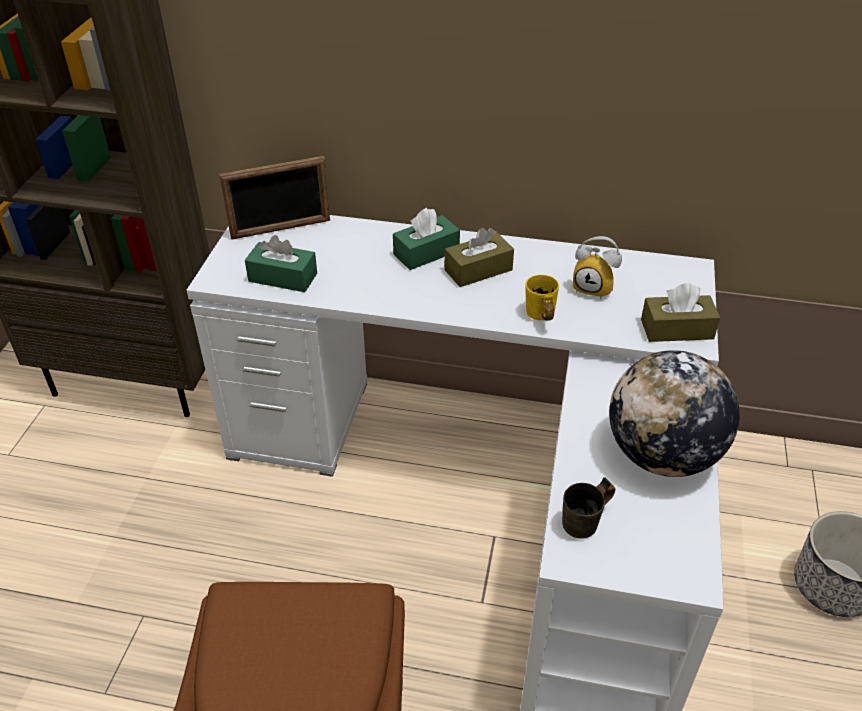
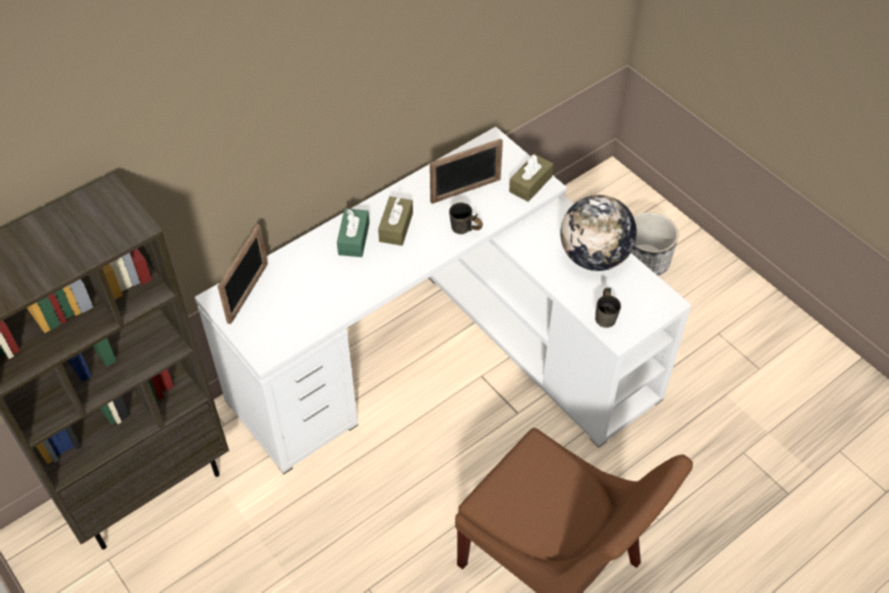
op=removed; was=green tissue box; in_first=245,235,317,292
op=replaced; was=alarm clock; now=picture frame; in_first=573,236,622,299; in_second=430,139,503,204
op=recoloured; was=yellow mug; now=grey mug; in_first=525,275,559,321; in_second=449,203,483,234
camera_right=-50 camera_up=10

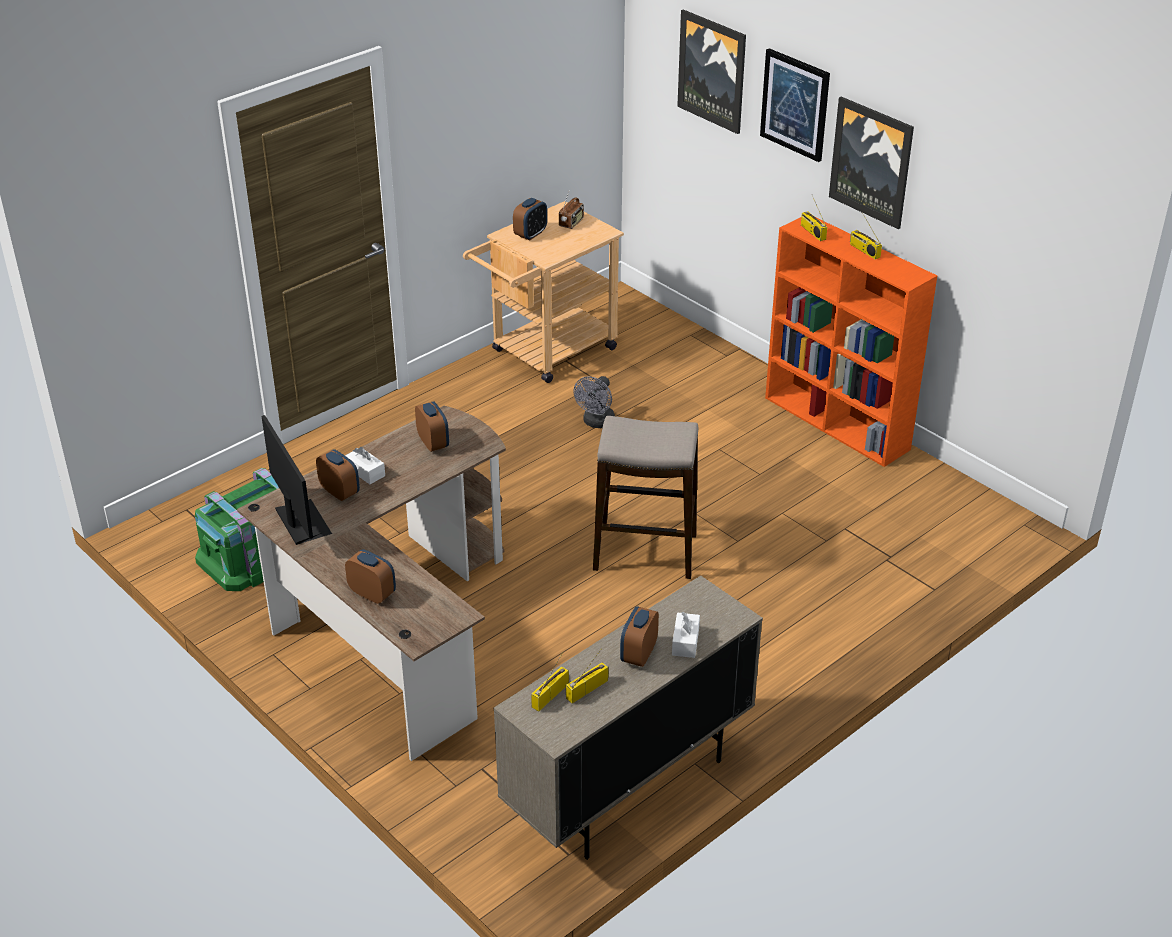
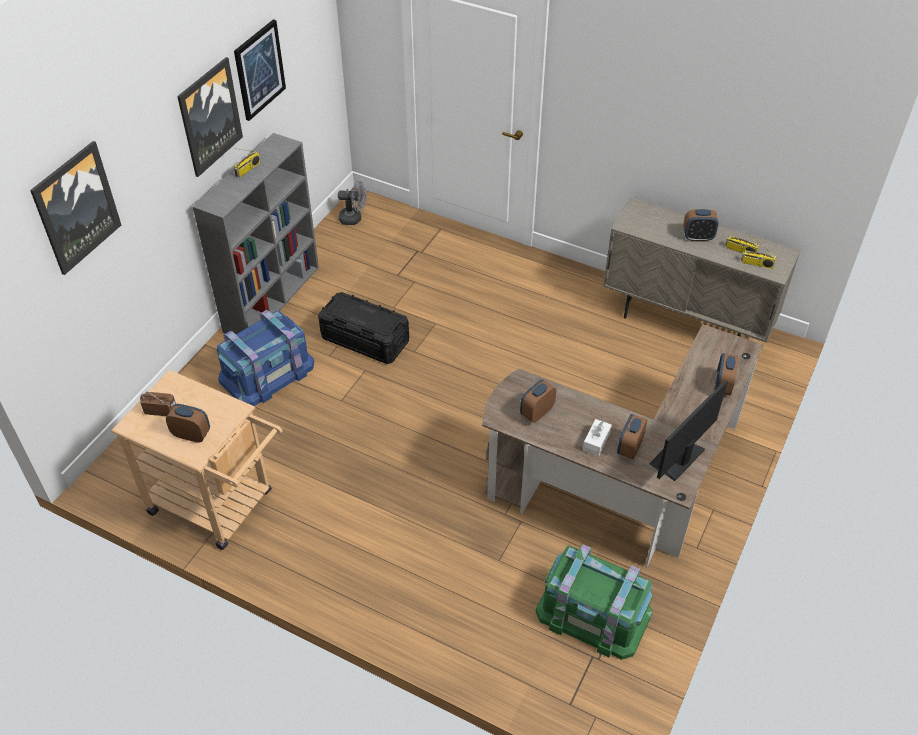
op=removed; was=stool; in_first=593,416,699,579
op=removed; was=white tissue box; in_first=672,612,700,658
op=removed; was=radio; in_first=801,195,827,241
op=added; now=blue storage box; in_second=217,310,314,406
op=added; now=black storage box; in_second=318,292,409,364
op=moved; was=grey fan; in_first=573,376,615,428; in_second=338,181,367,225
op=moved; was=picture; in_first=760,48,830,162; in_second=234,19,286,121
op=recoloured; was=orange bookcase; now=grey bookcase; in_first=765,217,937,467; in_second=193,133,319,334
camera_right=-110 camera_up=10

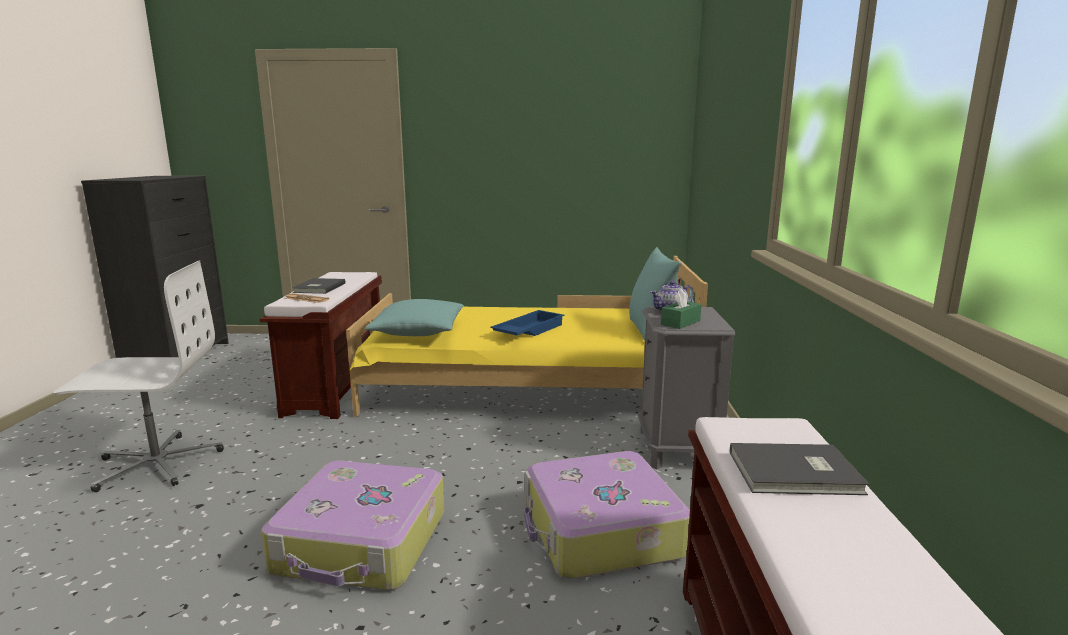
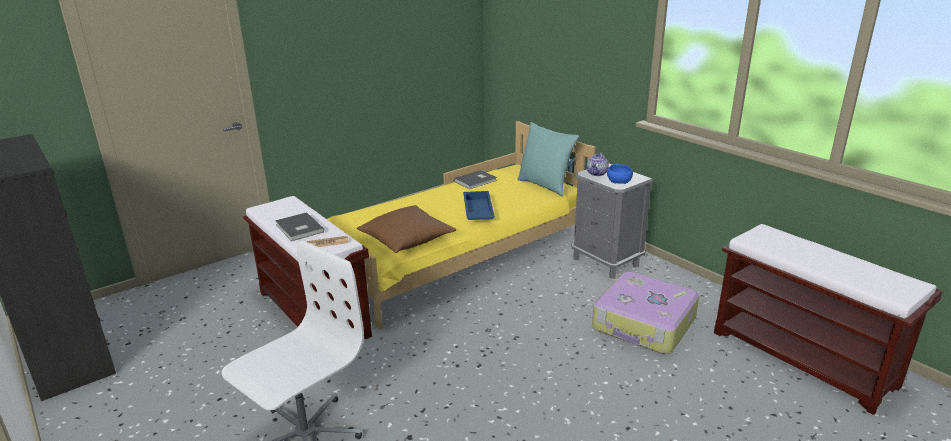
op=removed; was=suitcase; in_first=262,461,445,590
op=moved; was=grey book; in_first=730,443,870,495; in_second=454,170,497,189
op=replaced; was=green tissue box; now=blue bowl; in_first=661,289,701,329; in_second=607,164,633,184
op=recoloured; was=turquoise pillow; now=brown pillow; in_first=365,299,464,336; in_second=357,205,456,253
camera_right=-40 camera_up=10

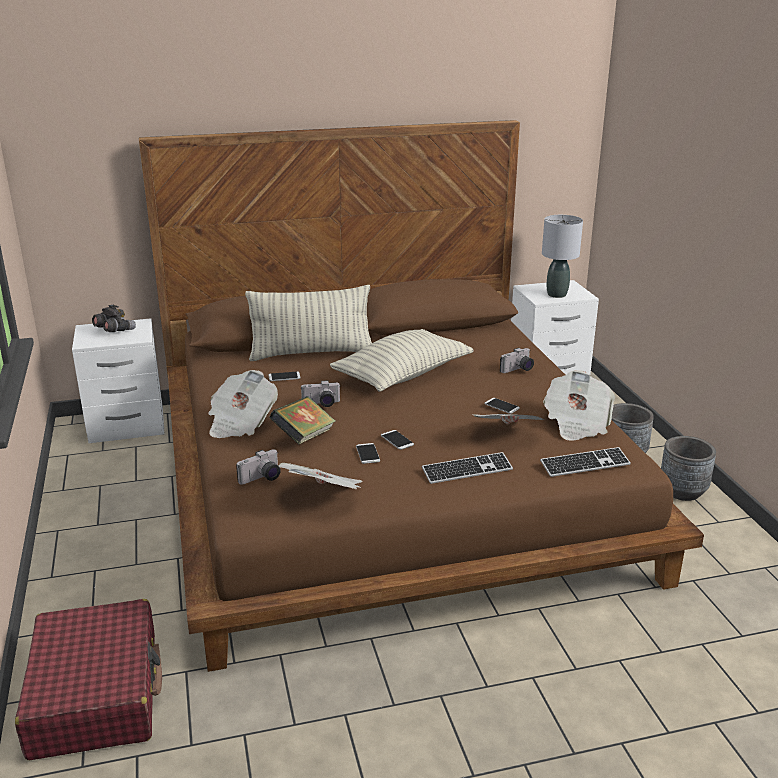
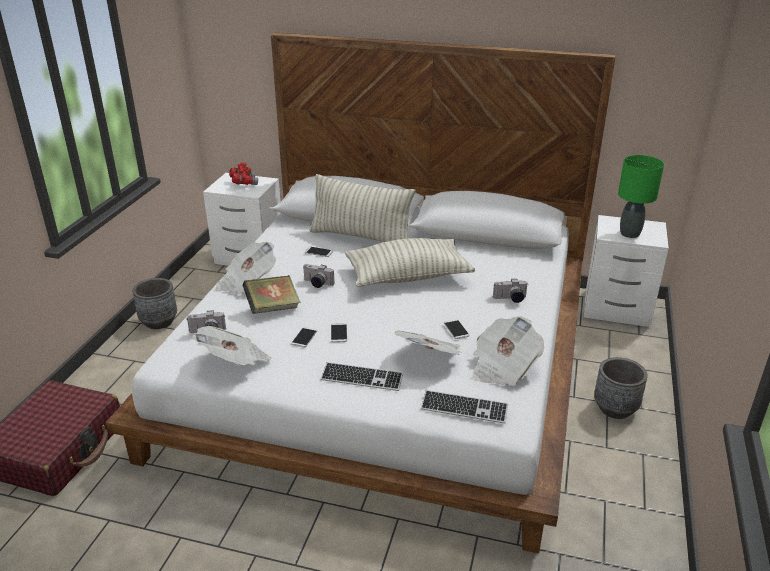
op=moved; was=grey planter; in_first=661,436,716,501; in_second=132,278,177,329
op=recoloured; was=grey binoculars; now=red binoculars; in_first=92,305,136,332; in_second=229,162,258,185
op=recoloured; was=brown bed; now=white bed; in_first=139,120,704,672; in_second=105,33,616,554
op=recoloured; was=grey table lamp; now=green table lamp; in_first=542,215,583,298; in_second=618,155,664,238
camera_right=30 camera_up=5

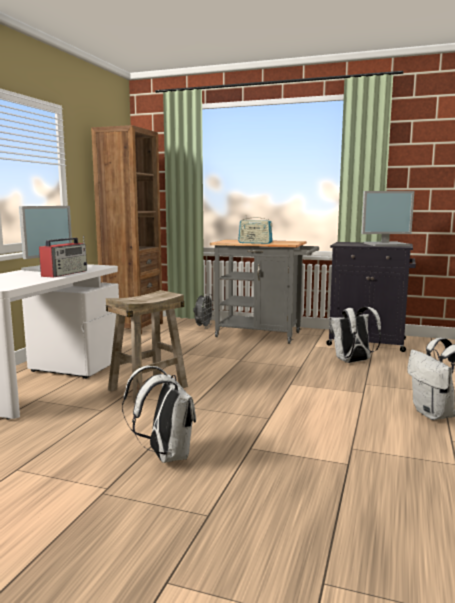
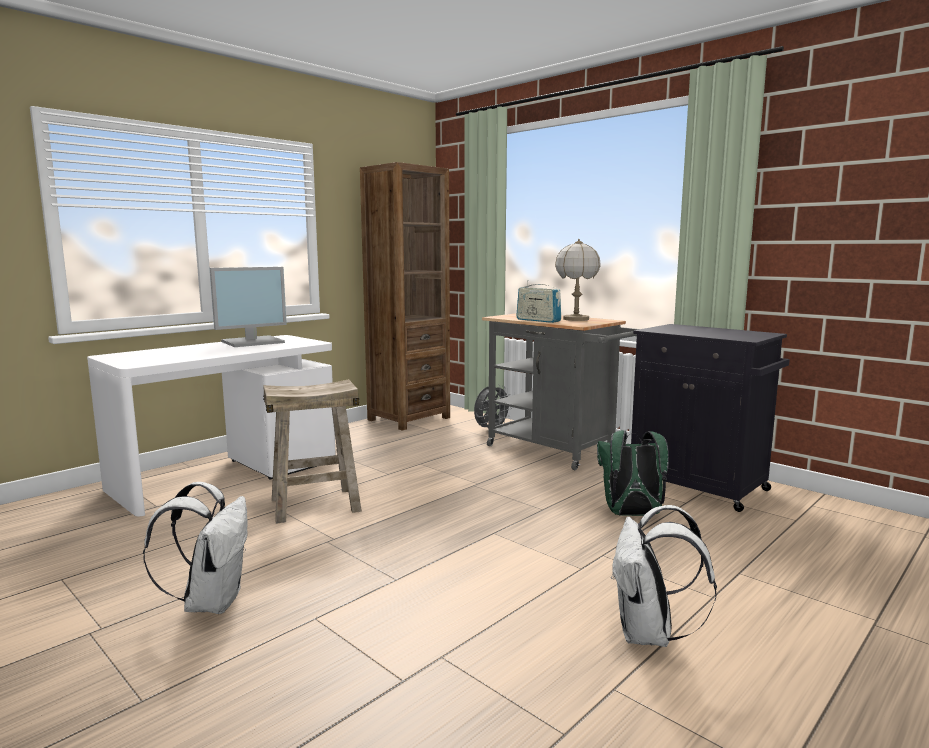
op=removed; was=radio; in_first=39,236,88,278
op=removed; was=monitor; in_first=361,191,414,246
op=added; now=table lamp; in_second=555,239,601,321
op=recoloured; was=white backpack; now=green backpack; in_first=329,307,381,363; in_second=597,430,669,516
camera_right=25 camera_up=0

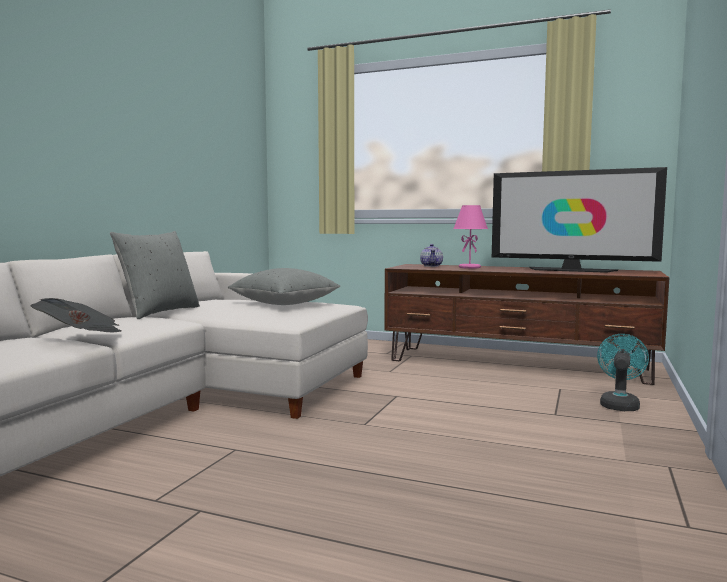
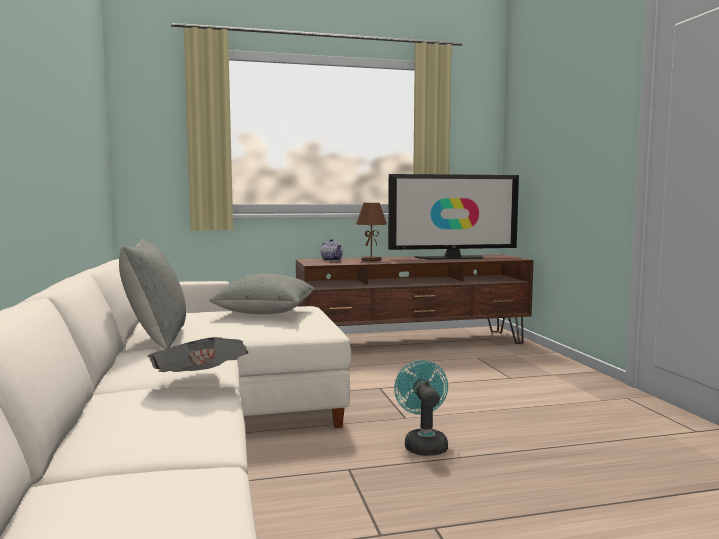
op=moved; was=turquoise fan; in_first=597,334,649,411; in_second=394,360,448,456
op=recoloured; was=pink table lamp; now=brown table lamp; in_first=453,205,488,269; in_second=356,203,387,261
camera_right=-35 camera_up=0

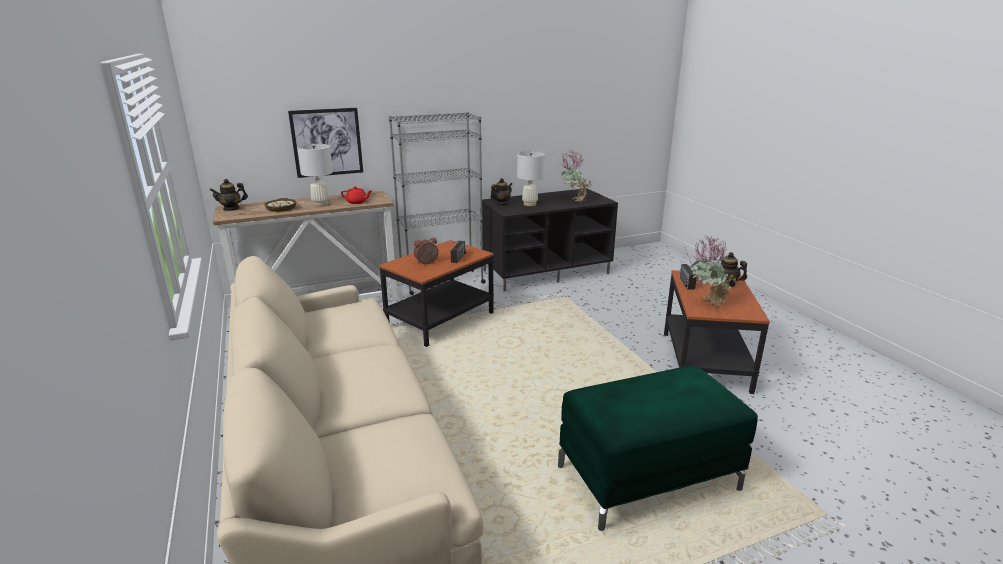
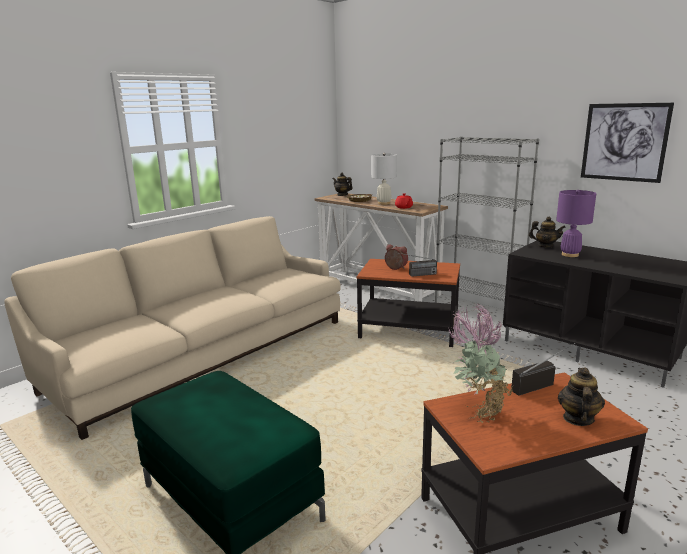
op=removed; was=potted plant; in_first=561,150,592,203
op=moved; was=picture; in_first=288,108,363,178; in_second=581,103,674,183
op=recoloured; was=white table lamp; now=purple table lamp; in_first=517,151,545,206; in_second=556,190,596,257
camera_right=65 camera_up=-5

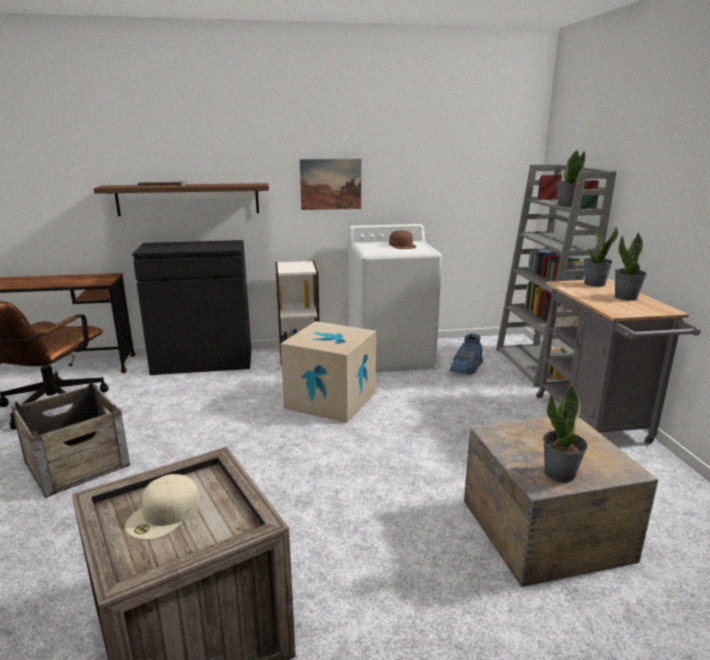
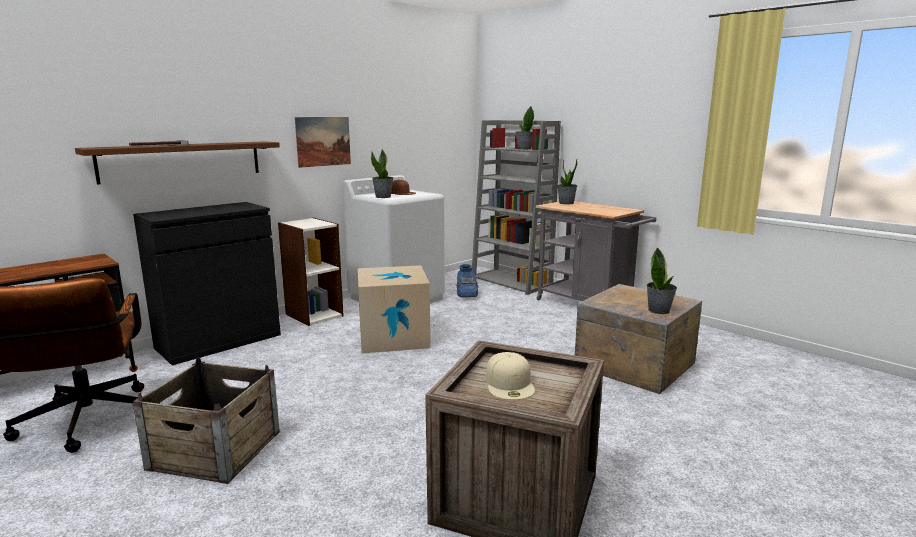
op=moved; was=potted plant; in_first=615,232,647,301; in_second=371,149,393,198
camera_right=-35 camera_up=-5

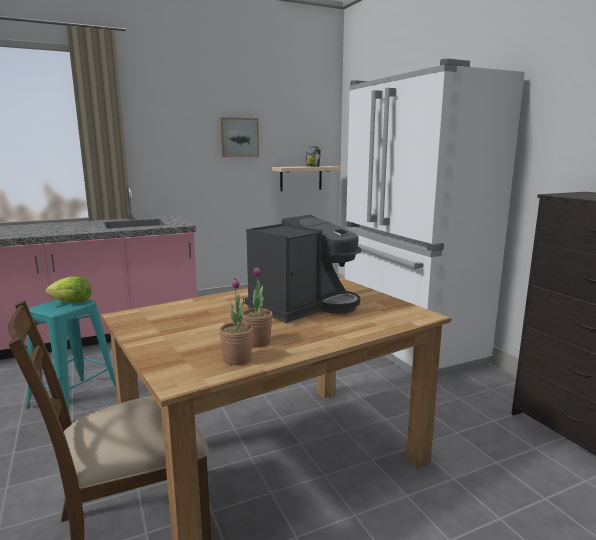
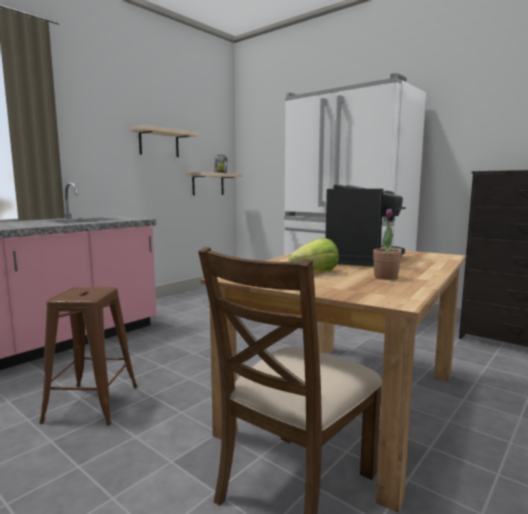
op=removed; was=potted plant; in_first=219,278,253,365
op=moved; was=lettuce; in_first=45,276,92,303; in_second=288,238,339,272
op=replaced; was=picture; now=beige shelf; in_first=221,117,259,157; in_second=130,125,199,157
op=recoloured; was=turquoise stool; now=brown stool; in_first=26,299,117,411; in_second=39,287,138,425
camera_right=-25 camera_up=-5

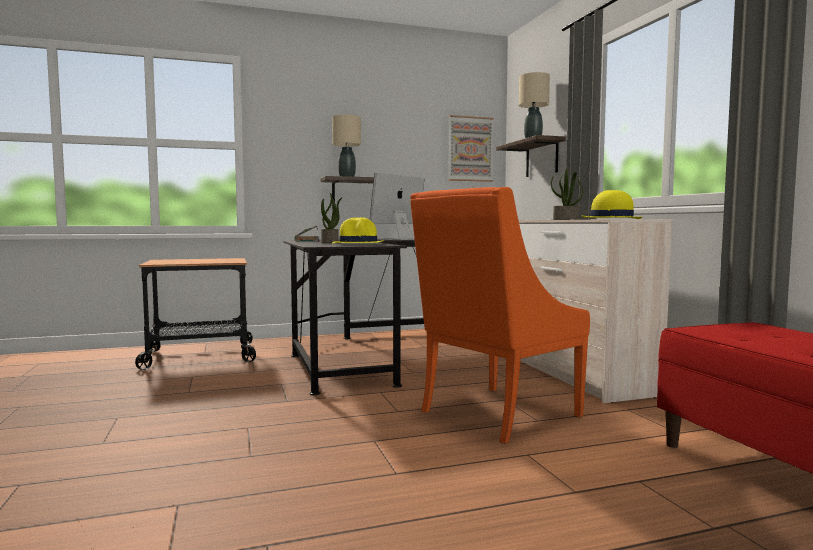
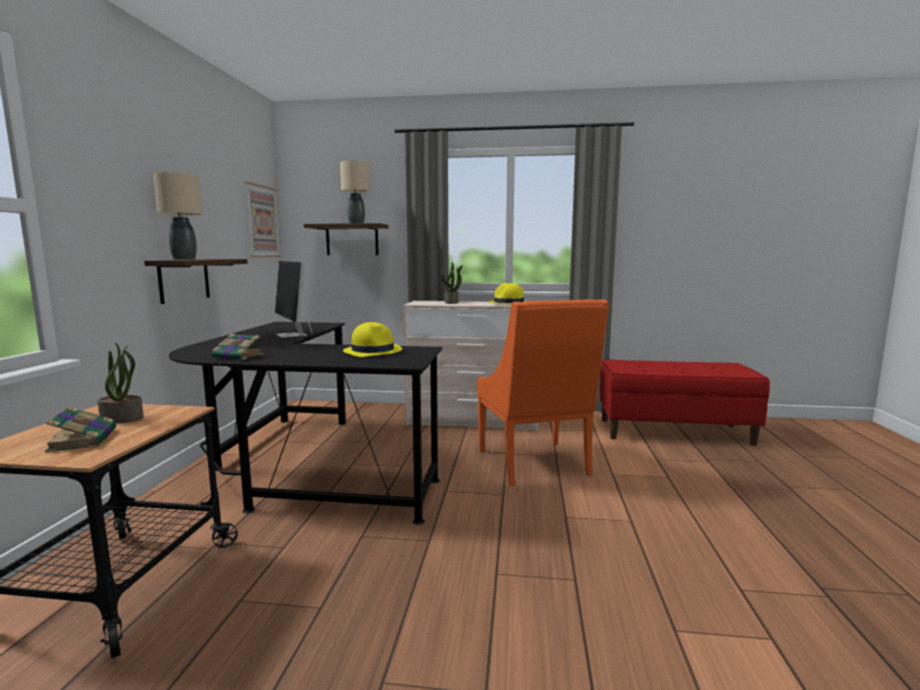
op=added; now=book; in_second=45,407,116,452
op=moved; was=potted plant; in_first=321,193,343,243; in_second=97,342,144,423
camera_right=-65 camera_up=5

